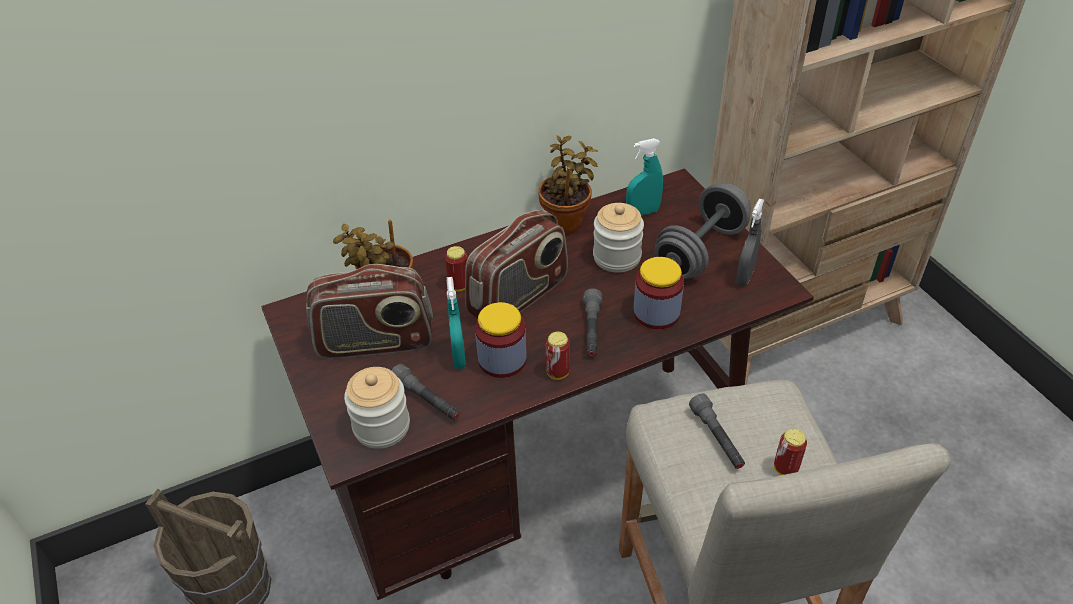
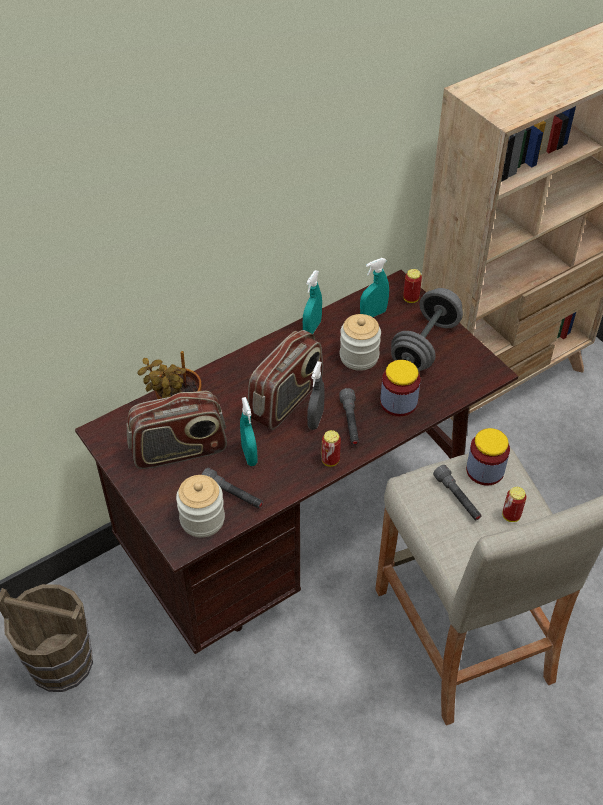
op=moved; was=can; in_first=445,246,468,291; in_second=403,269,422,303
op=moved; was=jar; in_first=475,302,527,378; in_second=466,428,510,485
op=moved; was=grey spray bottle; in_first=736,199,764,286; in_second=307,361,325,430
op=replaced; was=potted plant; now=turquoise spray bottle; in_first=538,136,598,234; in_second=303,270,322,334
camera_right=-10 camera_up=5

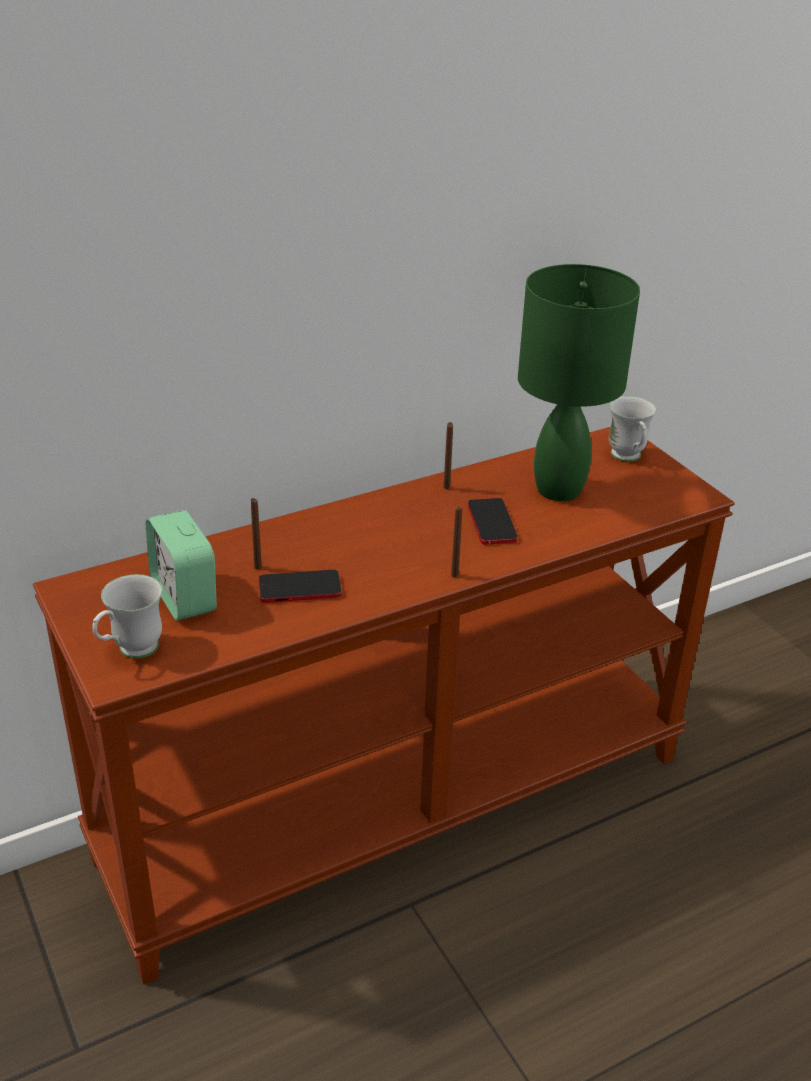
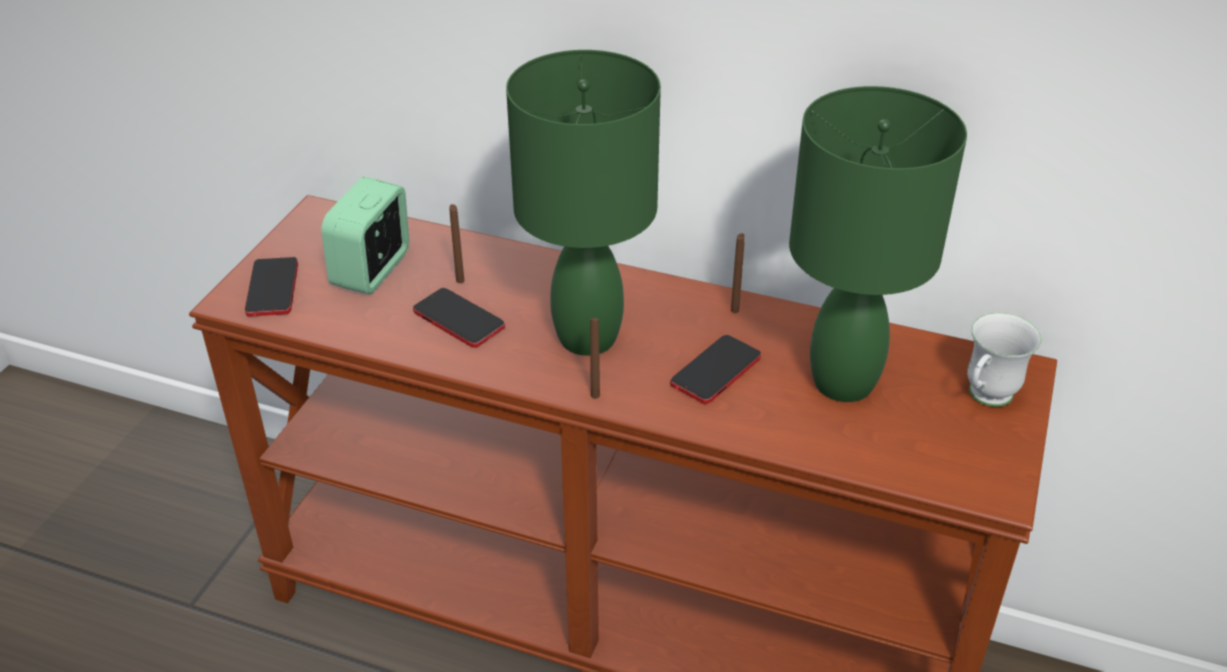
op=added; now=green table lamp; in_second=506,50,661,356
op=replaced; was=white mug; now=phone; in_first=92,574,163,659; in_second=245,257,298,317
camera_right=50 camera_up=5

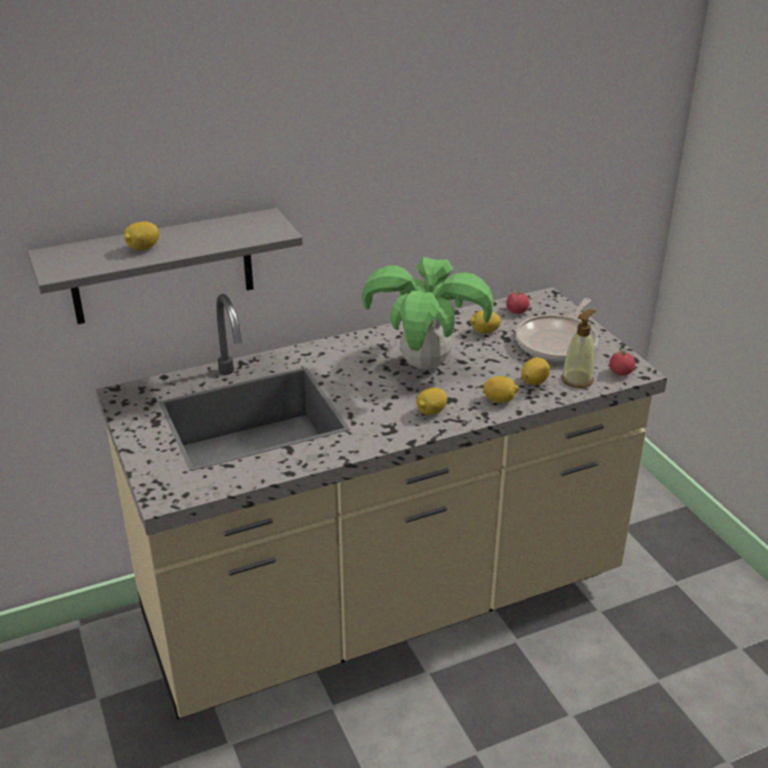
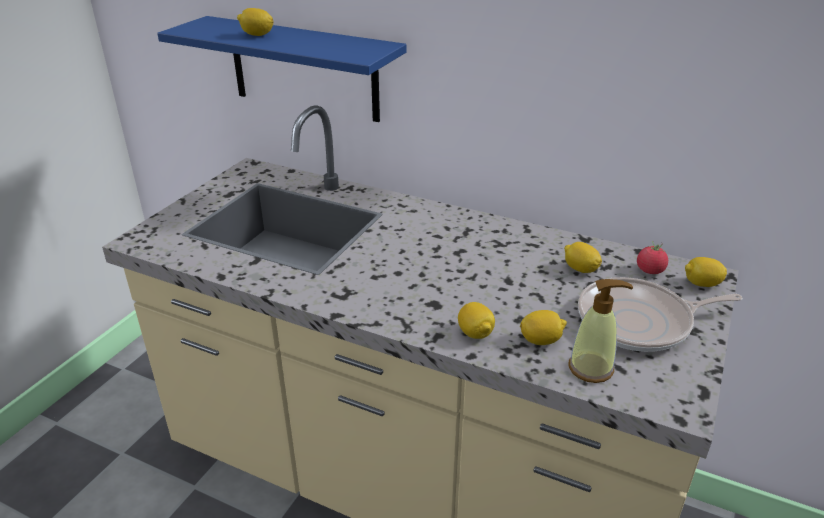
op=removed; was=potted plant; in_first=362,257,494,369
op=removed; was=tomato; in_first=609,348,635,375
op=moved; was=lemon; in_first=416,388,447,415; in_second=685,257,727,287
op=recoloured; was=grey shelf; now=blue shelf; in_first=27,208,303,324; in_second=157,16,407,122
camera_right=50 camera_up=0

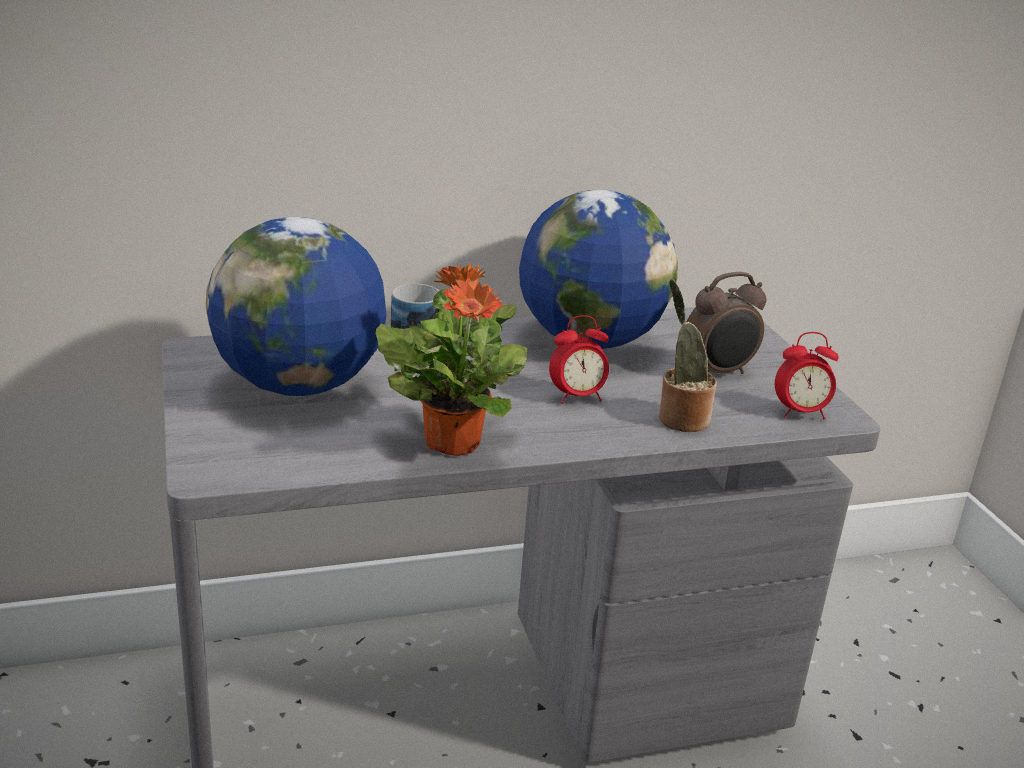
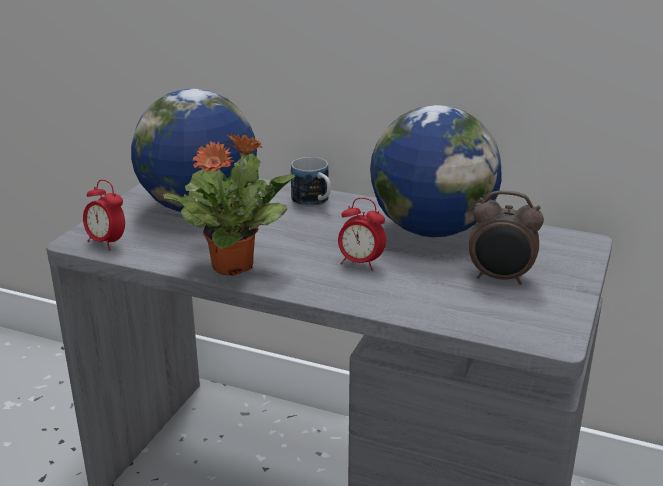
op=removed; was=potted plant; in_first=659,279,717,432
op=moved; was=alarm clock; in_first=775,332,839,420; in_second=83,180,125,250
camera_right=40 camera_up=0

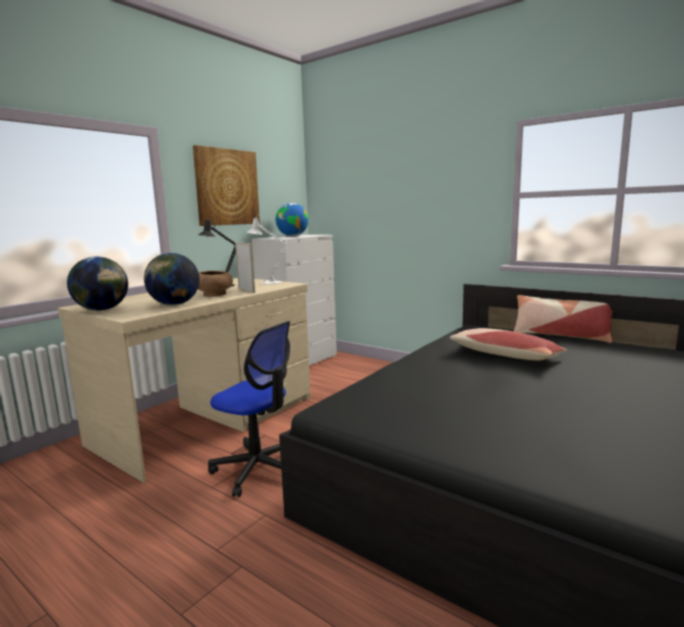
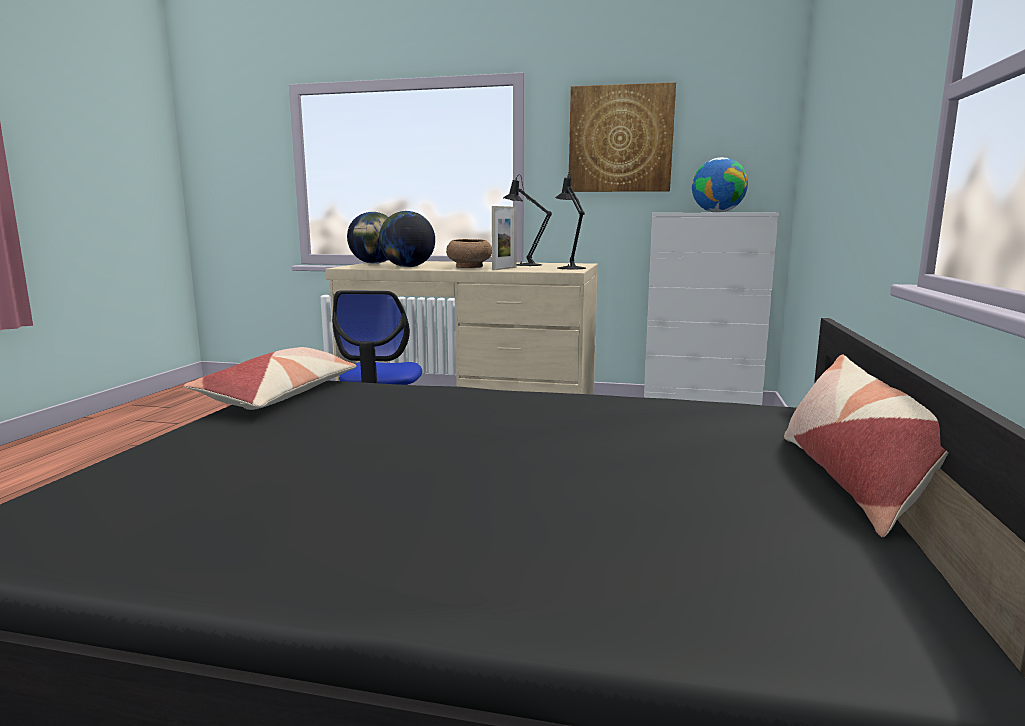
op=moved; was=pillow; in_first=450,328,566,360; in_second=183,347,357,410
op=recoloured; was=white table lamp; now=black table lamp; in_first=247,214,287,284; in_second=555,172,586,269
camera_right=65 camera_up=0

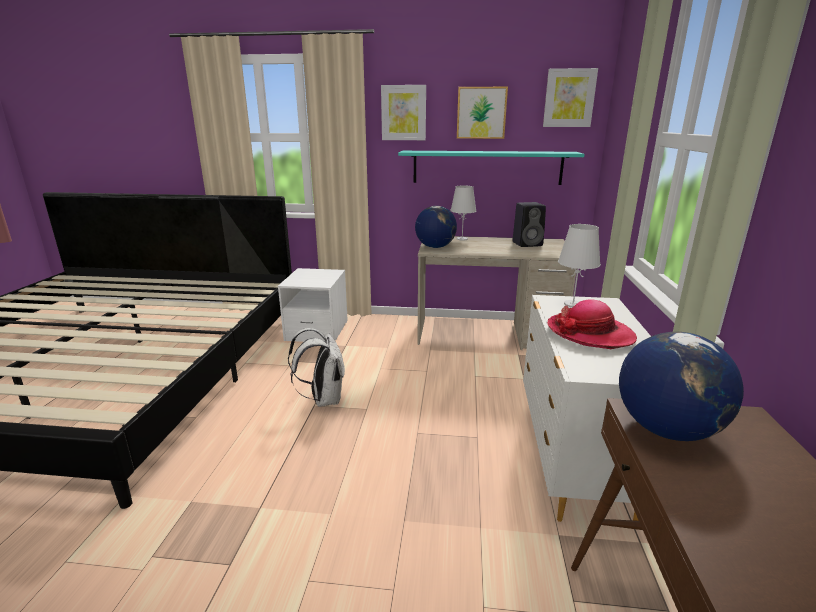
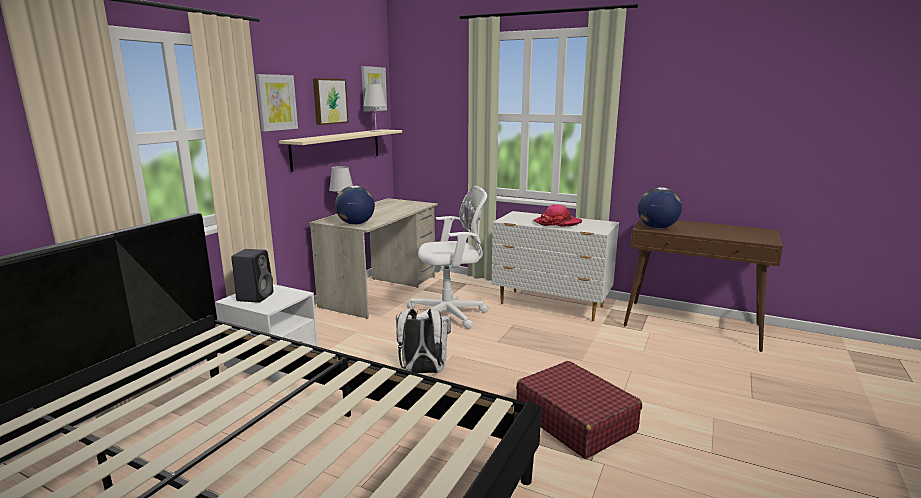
op=added; now=white office chair; in_second=407,186,488,329
op=added; now=red suitcase; in_second=516,361,642,459
op=moved; was=black speaker; in_first=512,202,546,247; in_second=231,249,273,303
op=moved; was=white table lamp; in_first=558,224,601,307; in_second=363,84,386,132
op=recoloured; was=turquoise shelf; now=beige shelf; in_first=398,151,585,185; in_second=279,129,402,172
camera_right=-70 camera_up=-5

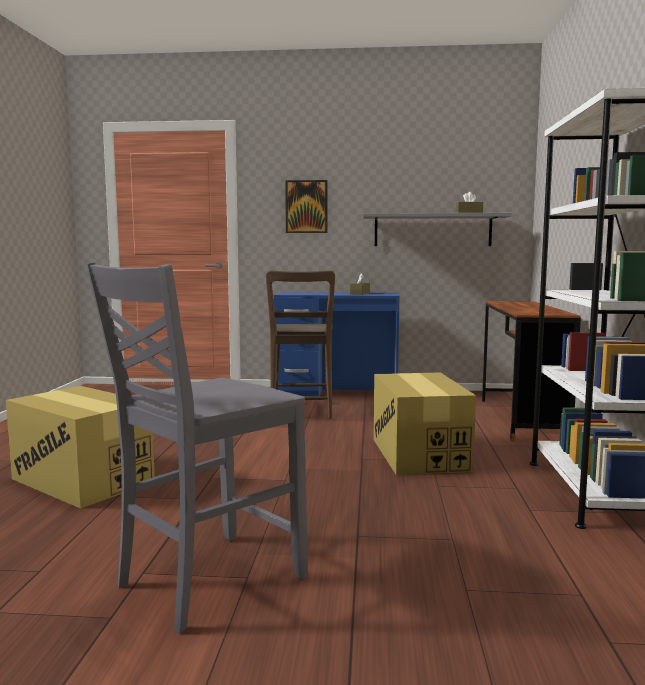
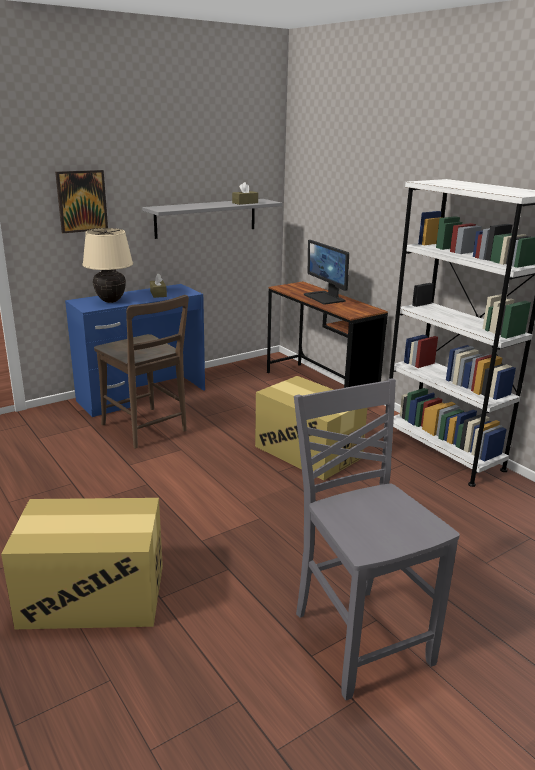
op=added; now=beige table lamp; in_second=82,228,133,303
op=added; now=monitor; in_second=304,240,349,305
op=turned; was=grey chair; in_first=86,262,308,633; in_second=294,379,460,700; clockwise=150
camera_right=-40 camera_up=15

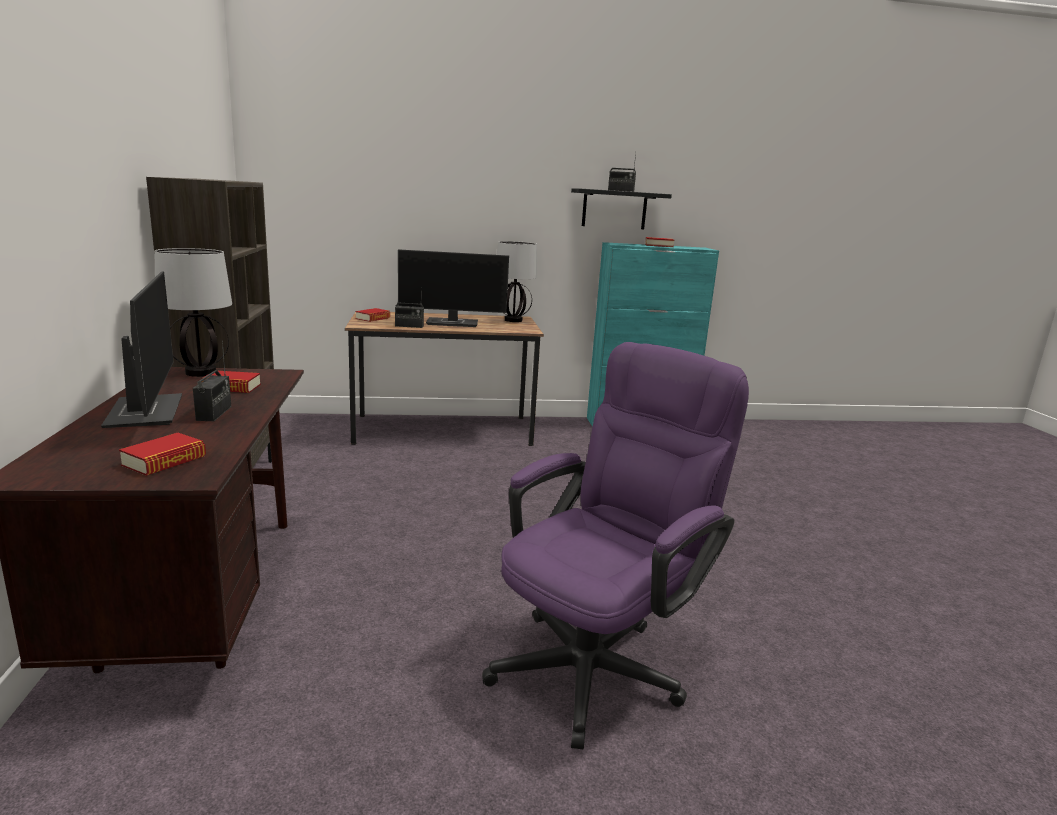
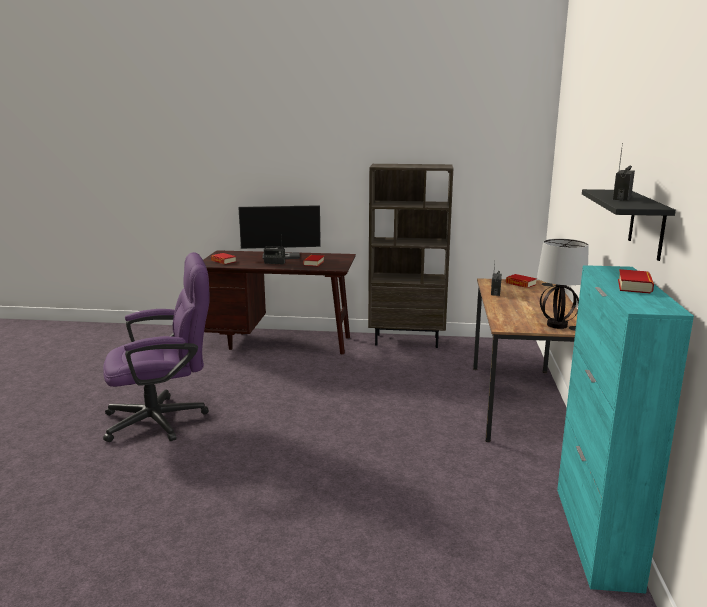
op=removed; was=table lamp; in_first=154,248,232,377
op=removed; was=monitor; in_first=398,249,509,327
op=turned; was=purple office chair; in_first=482,342,749,750; in_second=103,252,210,442; clockwise=-75
camera_right=105 camera_up=0

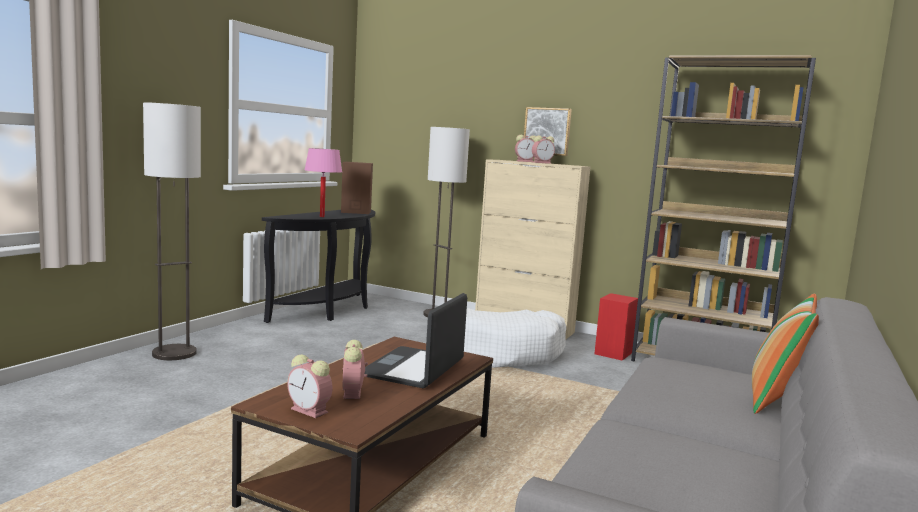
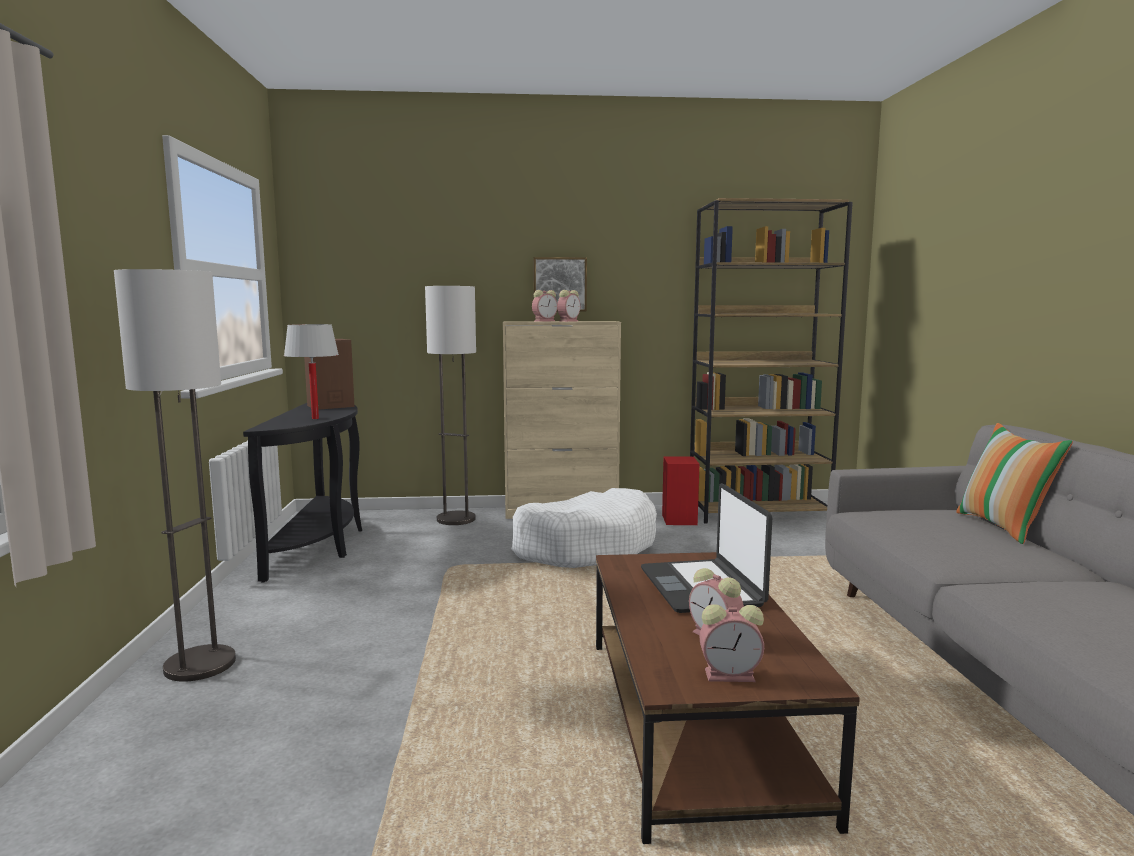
op=recoloured; was=pink table lamp; now=white table lamp; in_first=305,148,342,217; in_second=284,324,339,419
camera_right=-30 camera_up=0

